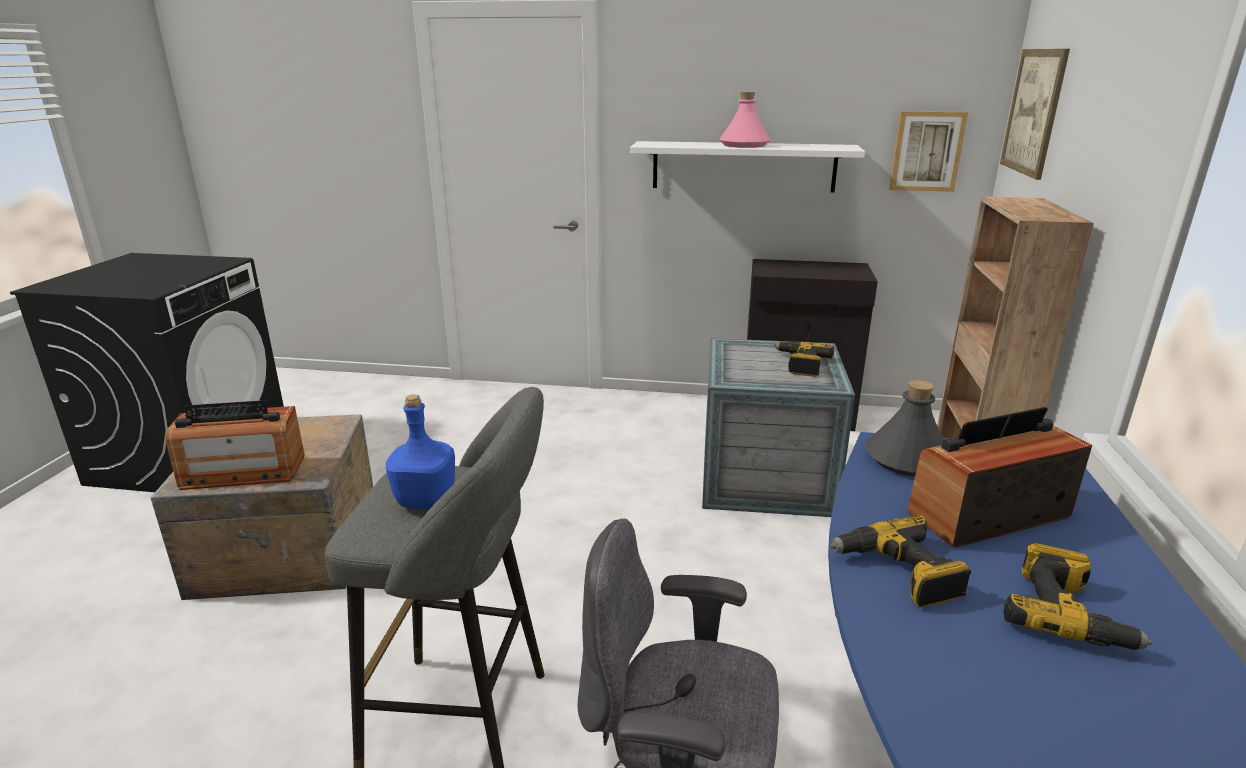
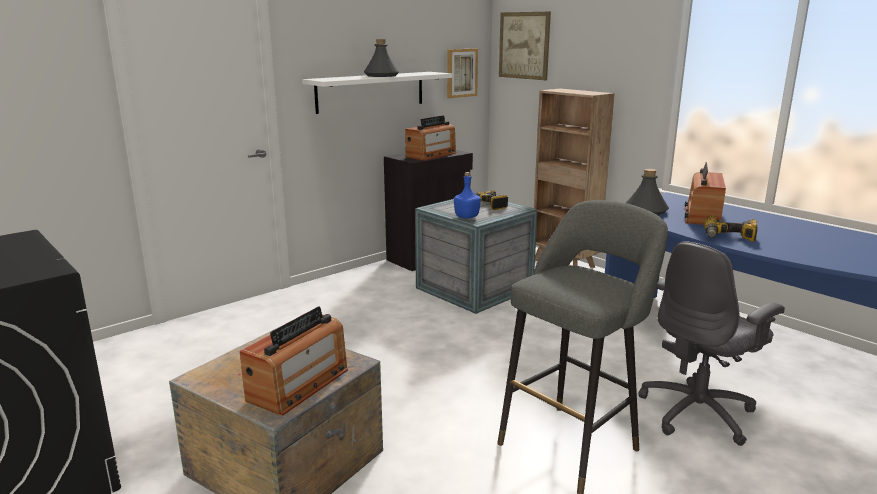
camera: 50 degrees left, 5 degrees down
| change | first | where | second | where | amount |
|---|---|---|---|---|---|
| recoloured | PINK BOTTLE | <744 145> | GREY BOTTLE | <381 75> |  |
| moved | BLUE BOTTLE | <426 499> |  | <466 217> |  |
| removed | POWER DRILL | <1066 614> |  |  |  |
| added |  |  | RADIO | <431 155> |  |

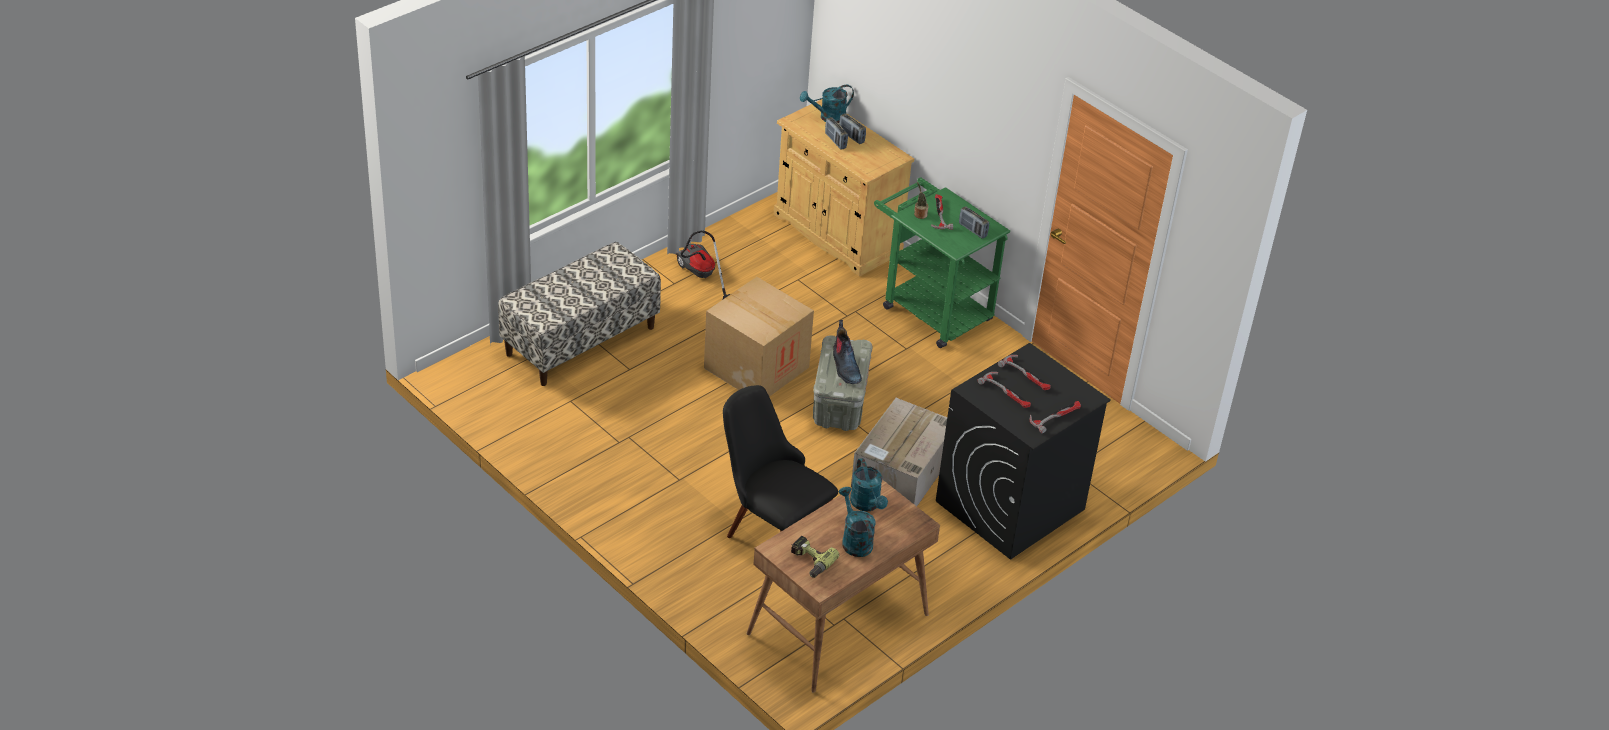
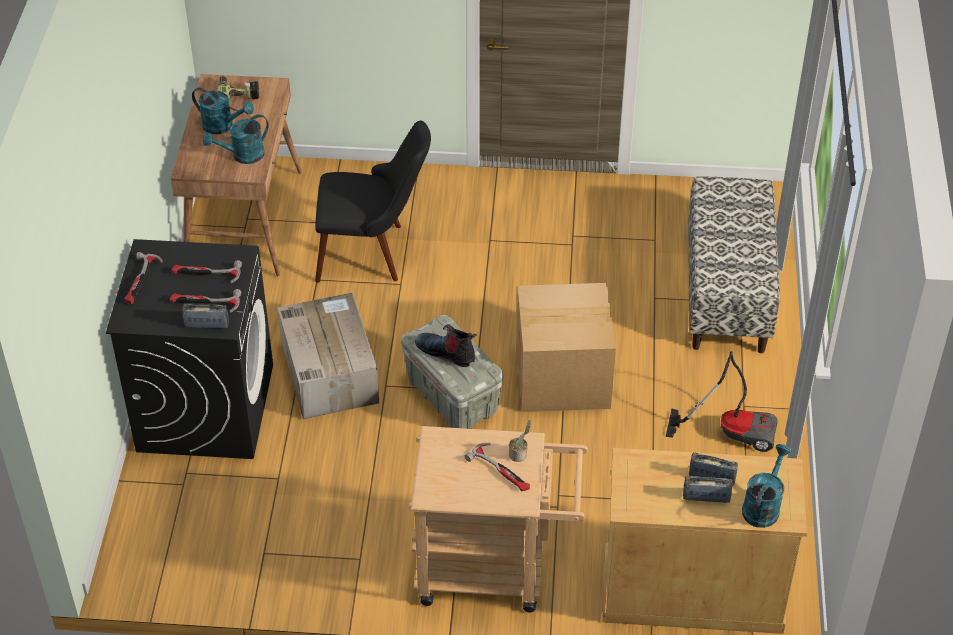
camera: 140 degrees right, 5 degrees up
| change | first | where | second | where | amount |
|---|---|---|---|---|---|
| recoloured | GREEN CART | <930 308> | BEIGE CART | <494 569> |  |
| moved | RADIO | <972 230> |  | <207 325> |  |
| turned | TURQUOISE WATERING CAN | <867 504> |  | <242 156> | 60 degrees counterclockwise |

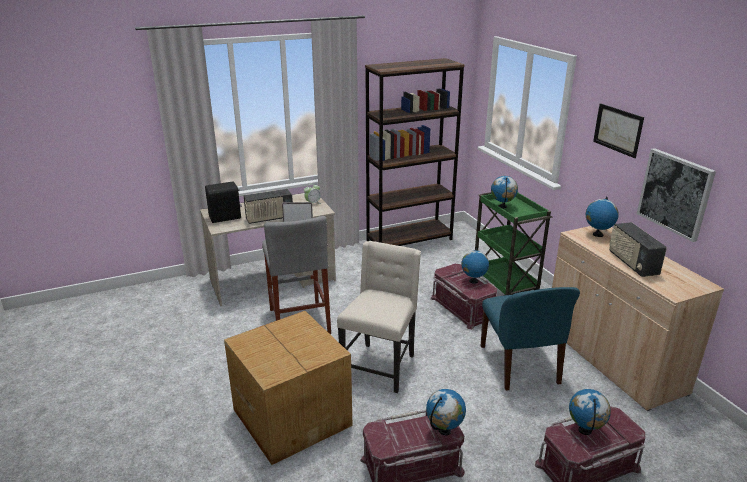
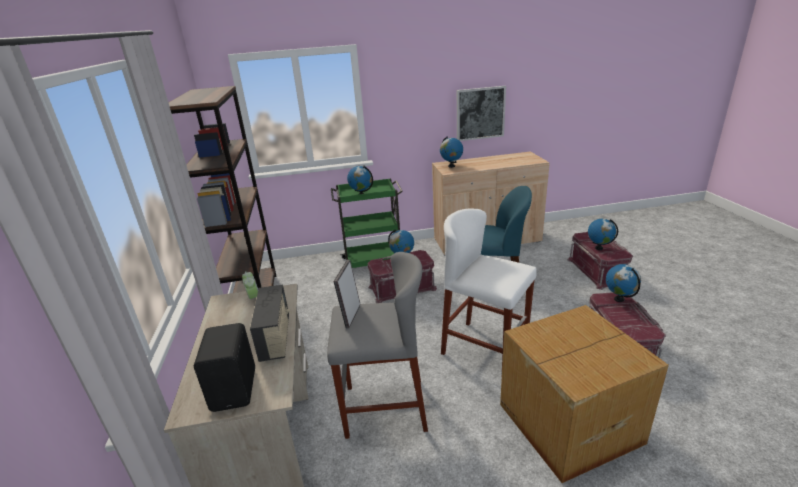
camera: 75 degrees left, 0 degrees up
| change | first | where | second | where | amount |
|---|---|---|---|---|---|
| removed | PICTURE | <618 130> |  |  |  |
| removed | RADIO | <632 264> |  |  |  |
| replaced | BEIGE CHAIR | <380 366> | WHITE STOOL | <484 348> |  |

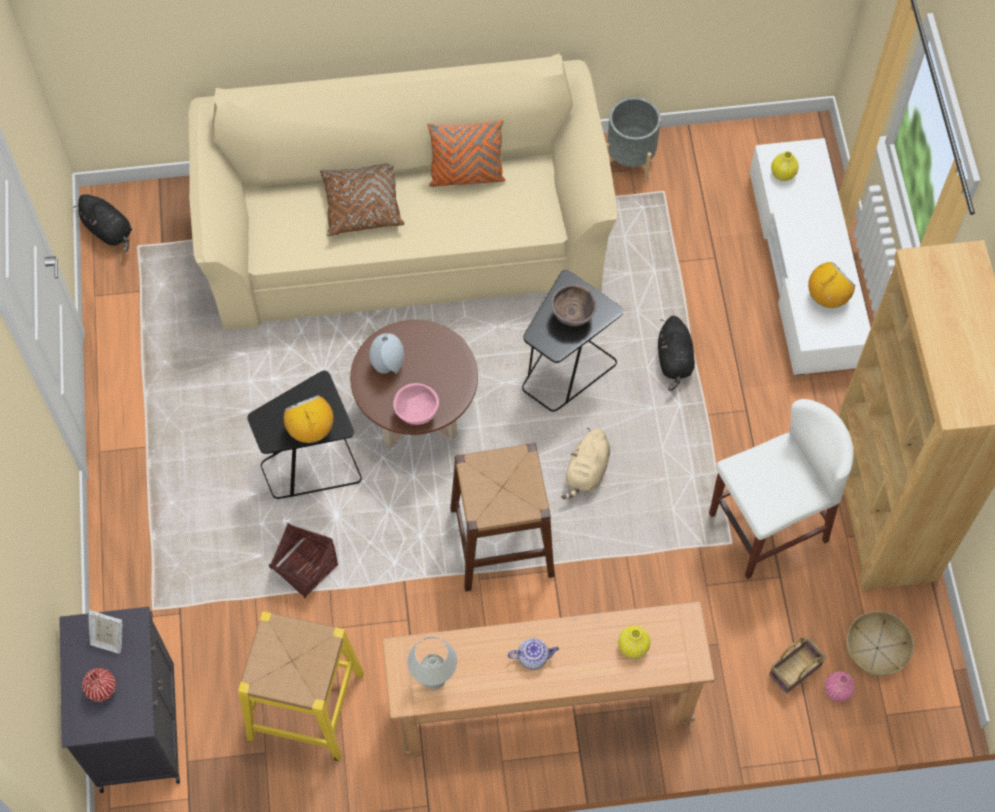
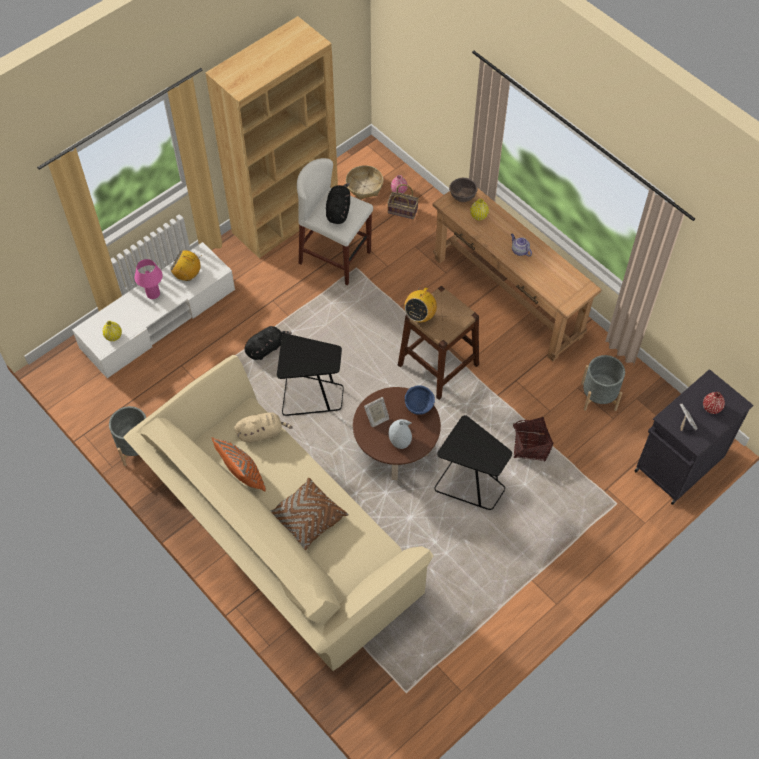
camera: 125 degrees left, 5 degrees down
| change | first | where | second | where | amount |
|---|---|---|---|---|---|
| moved | BLACK PLUSH TOY | <109 231> |  | <338 211> |  |
| moved | BROWN BOWL | <572 316> |  | <462 198> |  |
| recoloured | PINK BOWL | <417 413> | BLUE BOWL | <419 407> |  |
| moved | RADIO | <311 430> |  | <420 315> |  |
| moved | BEIGE PLUSH TOY | <586 472> |  | <262 433> |  |
| replaced | YELLOW STOOL | <306 705> | GREY PLANTER | <598 396> |  |
| removed | WHITE TABLE LAMP | <434 678> |  |  |  |
| added |  |  | PINK TABLE LAMP | <153 294> |  |
| added |  |  | PICTURE FRAME | <376 418> |  |

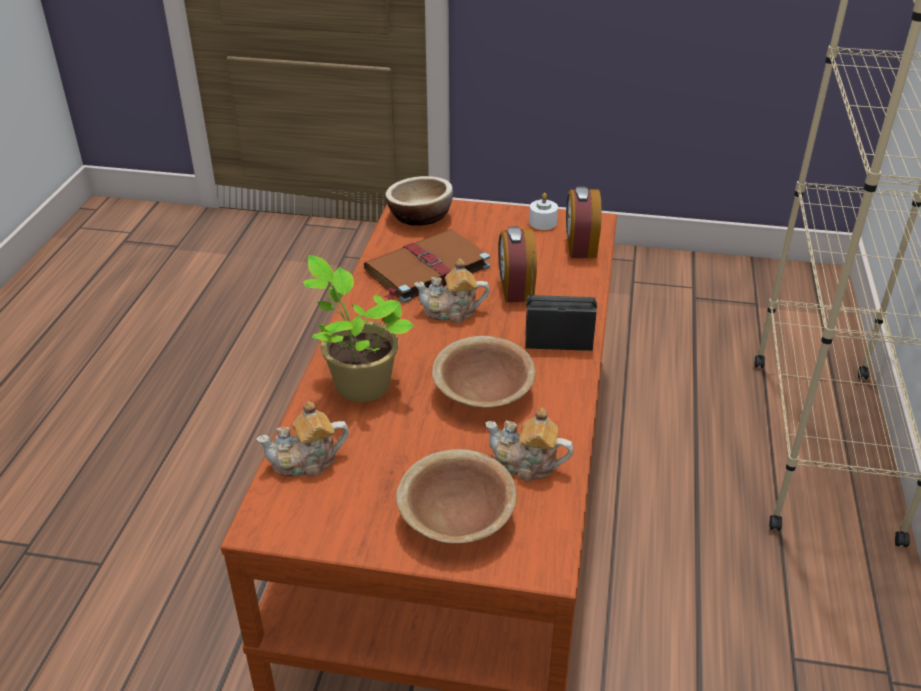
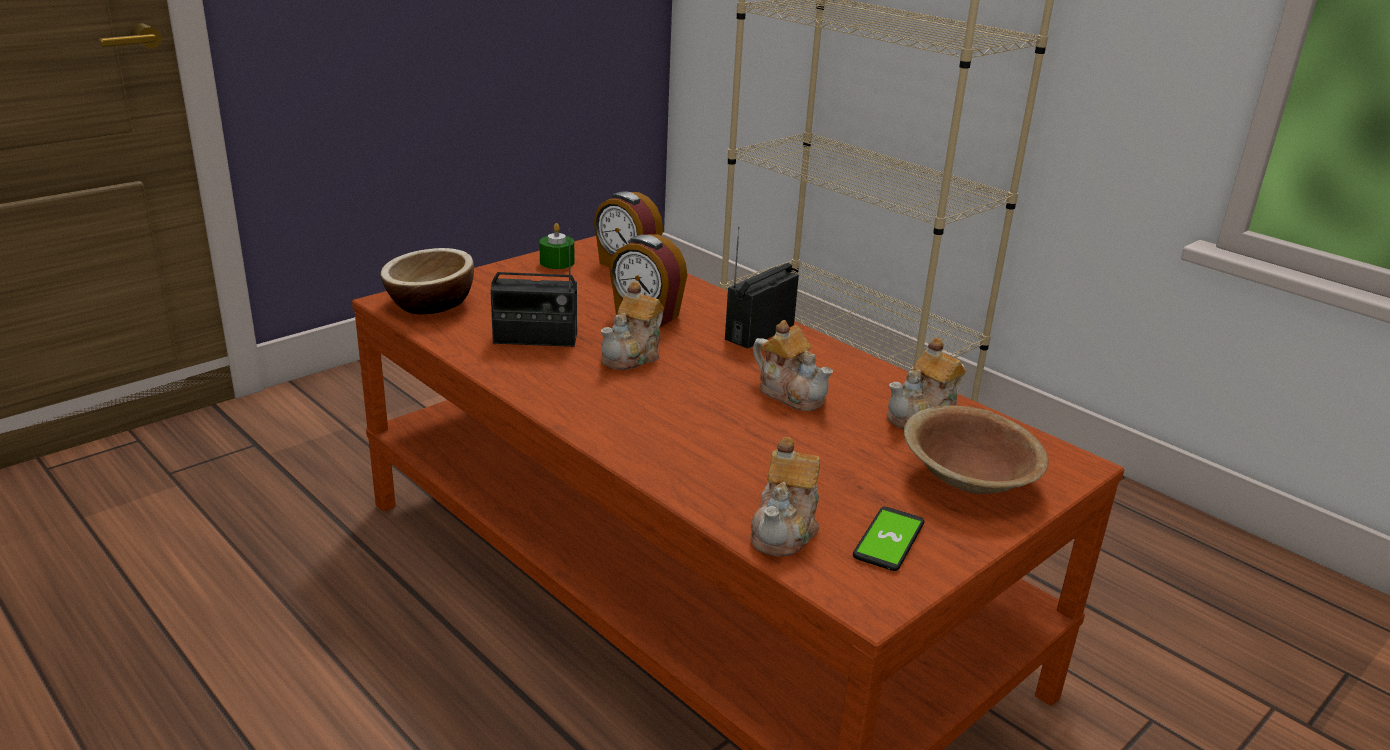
camera: 55 degrees left, 10 degrees down
| change | first | where | second | where | amount |
|---|---|---|---|---|---|
| recoloured | WHITE CANDLE | <543 222> | GREEN CANDLE | <557 262> |  |
| replaced | BROWN BOOK | <425 269> | RADIO | <535 338> |  |
| removed | POTTED PLANT | <359 384> |  |  |  |
| replaced | BROWN BOWL | <483 393> | TEAPOT | <791 393> |  |
| added |  |  | PHONE | <888 540> |  |

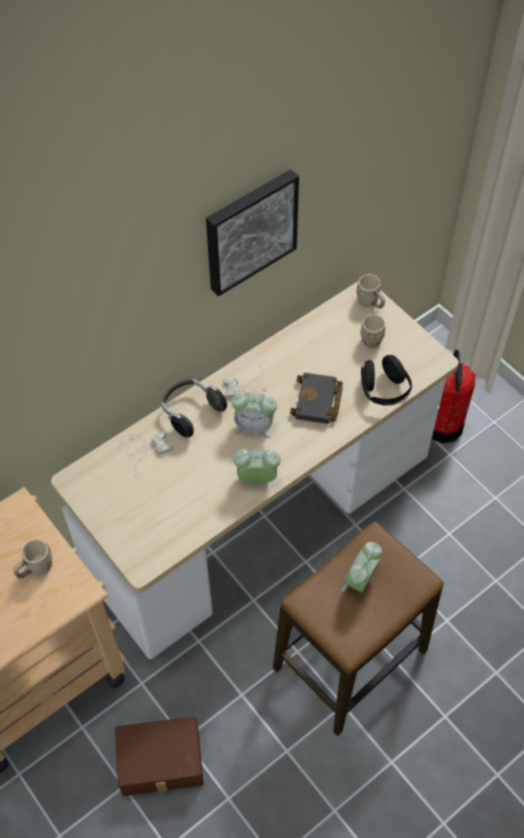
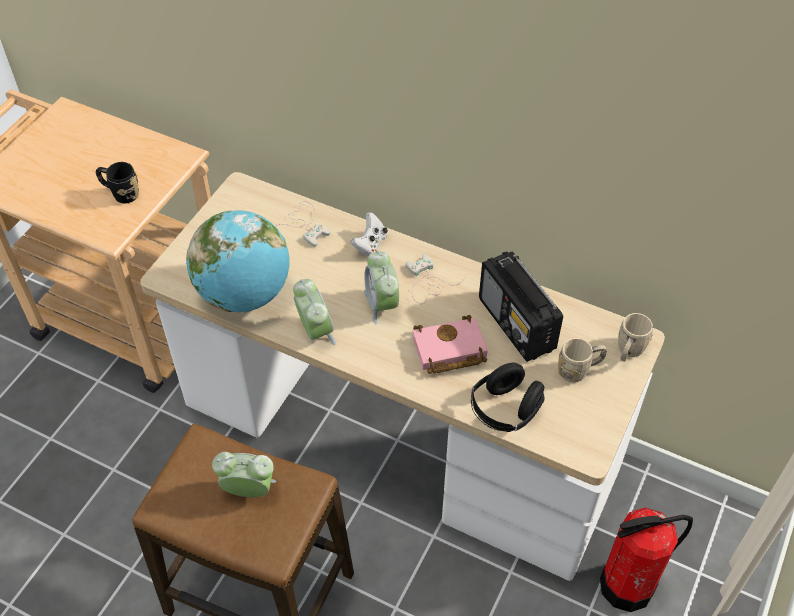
camera: 65 degrees right, 5 degrees down
| change | first | where | second | where | amount |
|---|---|---|---|---|---|
| removed | PICTURE | <249 230> |  |  |  |
| recoloured | BLACK BOOK | <318 402> | PINK BOOK | <448 351> |  |
| replaced | HEADPHONES | <191 412> | WHITE GAME CONTROLLER | <370 245> |  |
| recoloured | BEIGE MUG | <35 569> | BLACK MUG | <121 193> |  |
| removed | BROWN STORAGE BOX | <161 763> |  |  |  |
| added |  |  | GLOBE | <245 294> |  |
| added |  |  | RADIO | <517 325> |  |

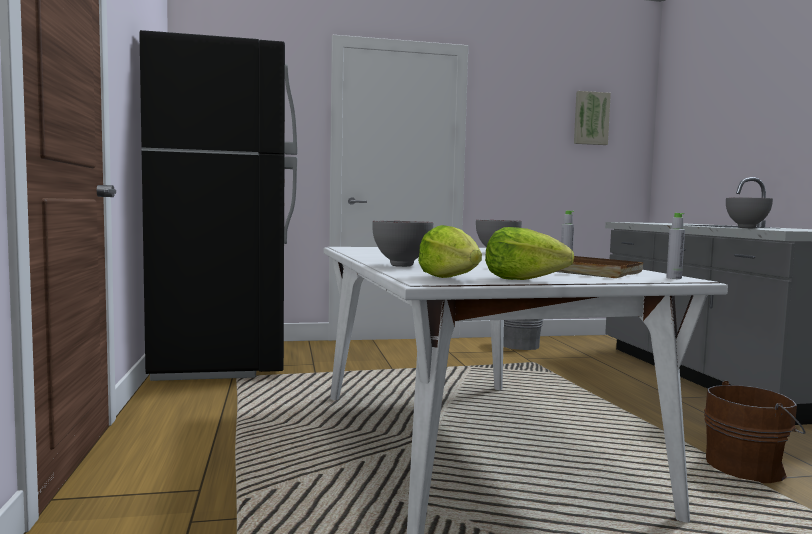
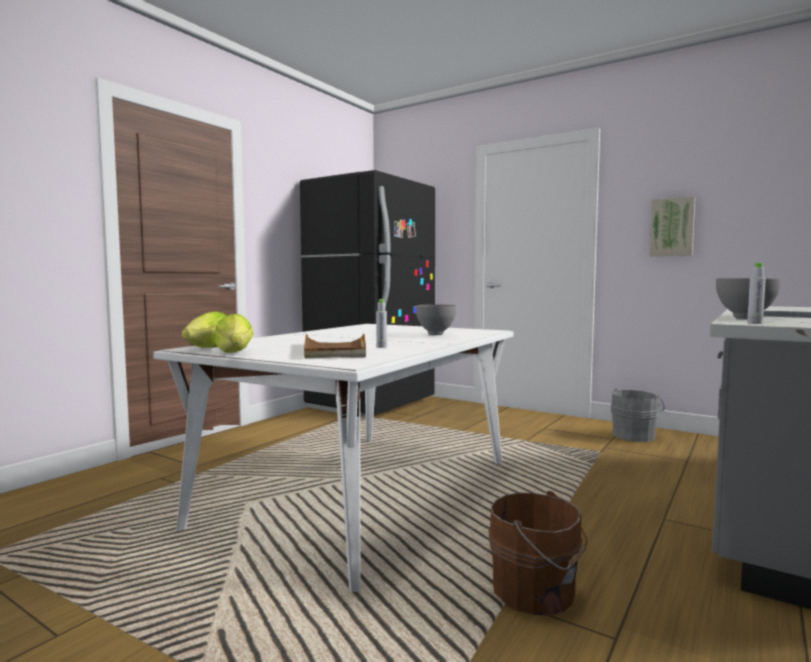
camera: 45 degrees right, 0 degrees up
| change | first | where | second | where | amount |
|---|---|---|---|---|---|
| moved | PICTURE | <591 118> |  | <672 227> |  |
| moved | GREY BOTTLE | <674 278> |  | <754 323> |  |
| removed | GREY BOWL | <403 266> |  |  |  |

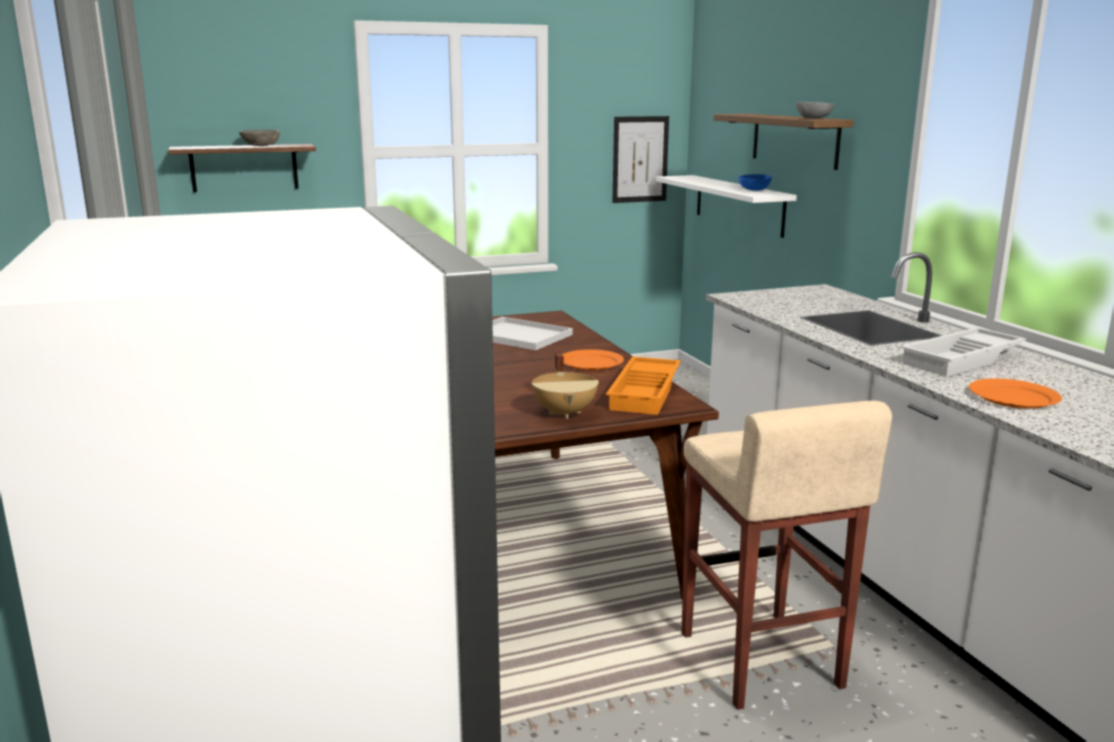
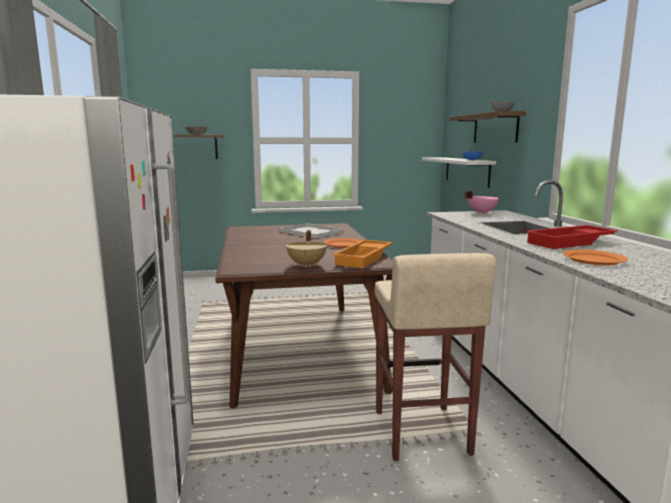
camera: 10 degrees right, 5 degrees down
| change | first | where | second | where | amount |
|---|---|---|---|---|---|
| removed | PICTURE | <640 159> |  |  |  |
| recoloured | WHITE TRAY | <962 360> | RED TRAY | <570 242> |  |
| added |  |  | PINK COOKING POT | <481 213> |  |

